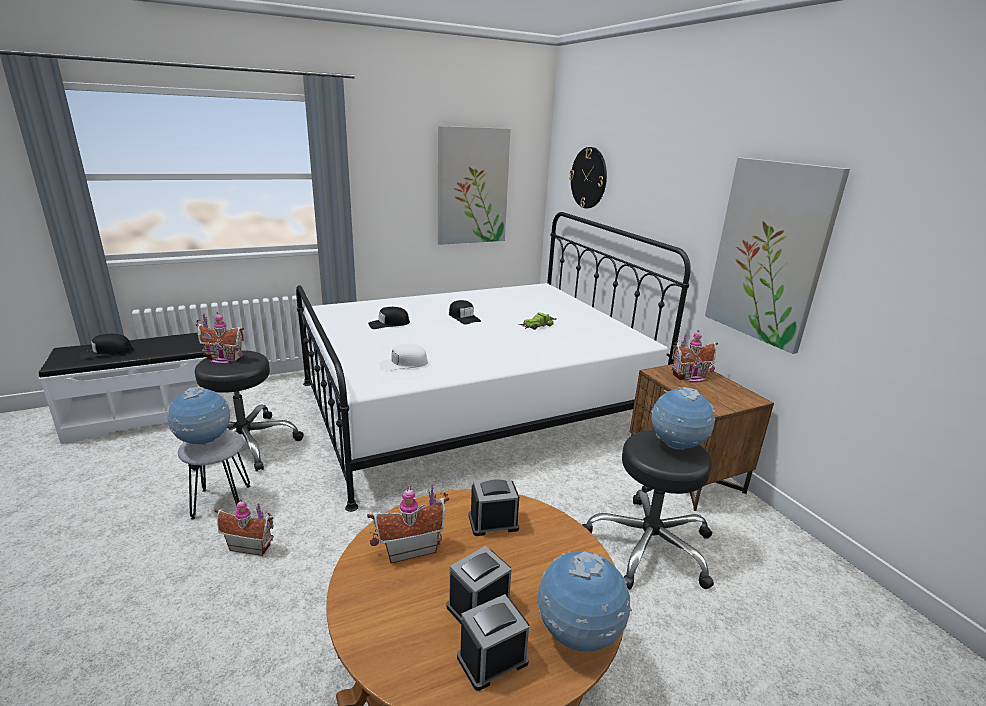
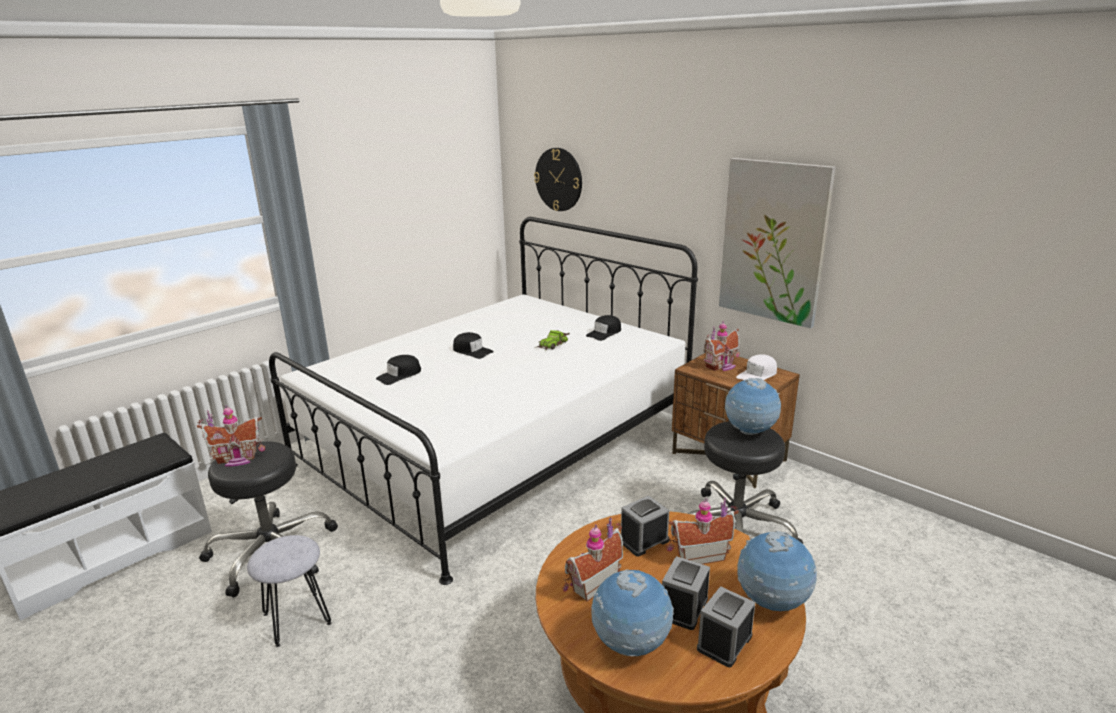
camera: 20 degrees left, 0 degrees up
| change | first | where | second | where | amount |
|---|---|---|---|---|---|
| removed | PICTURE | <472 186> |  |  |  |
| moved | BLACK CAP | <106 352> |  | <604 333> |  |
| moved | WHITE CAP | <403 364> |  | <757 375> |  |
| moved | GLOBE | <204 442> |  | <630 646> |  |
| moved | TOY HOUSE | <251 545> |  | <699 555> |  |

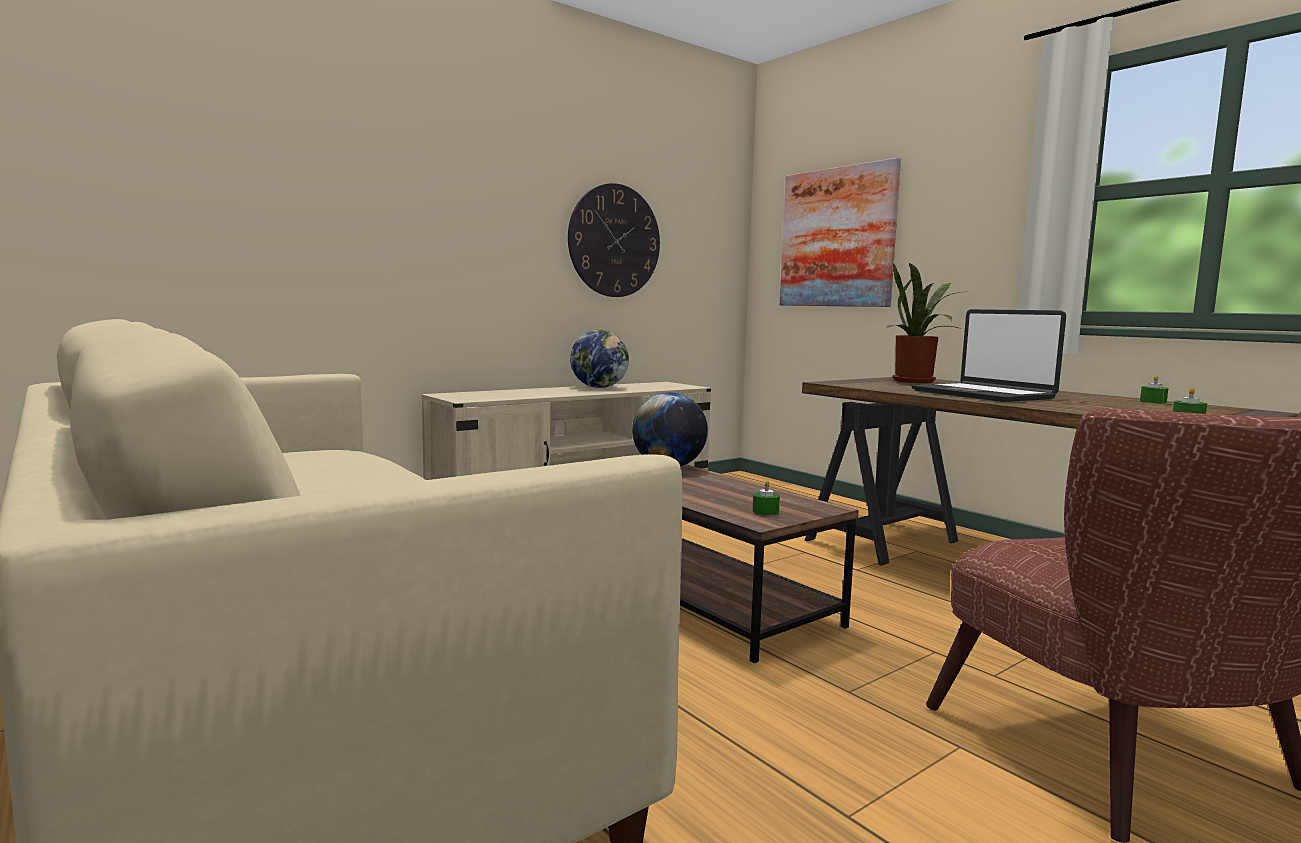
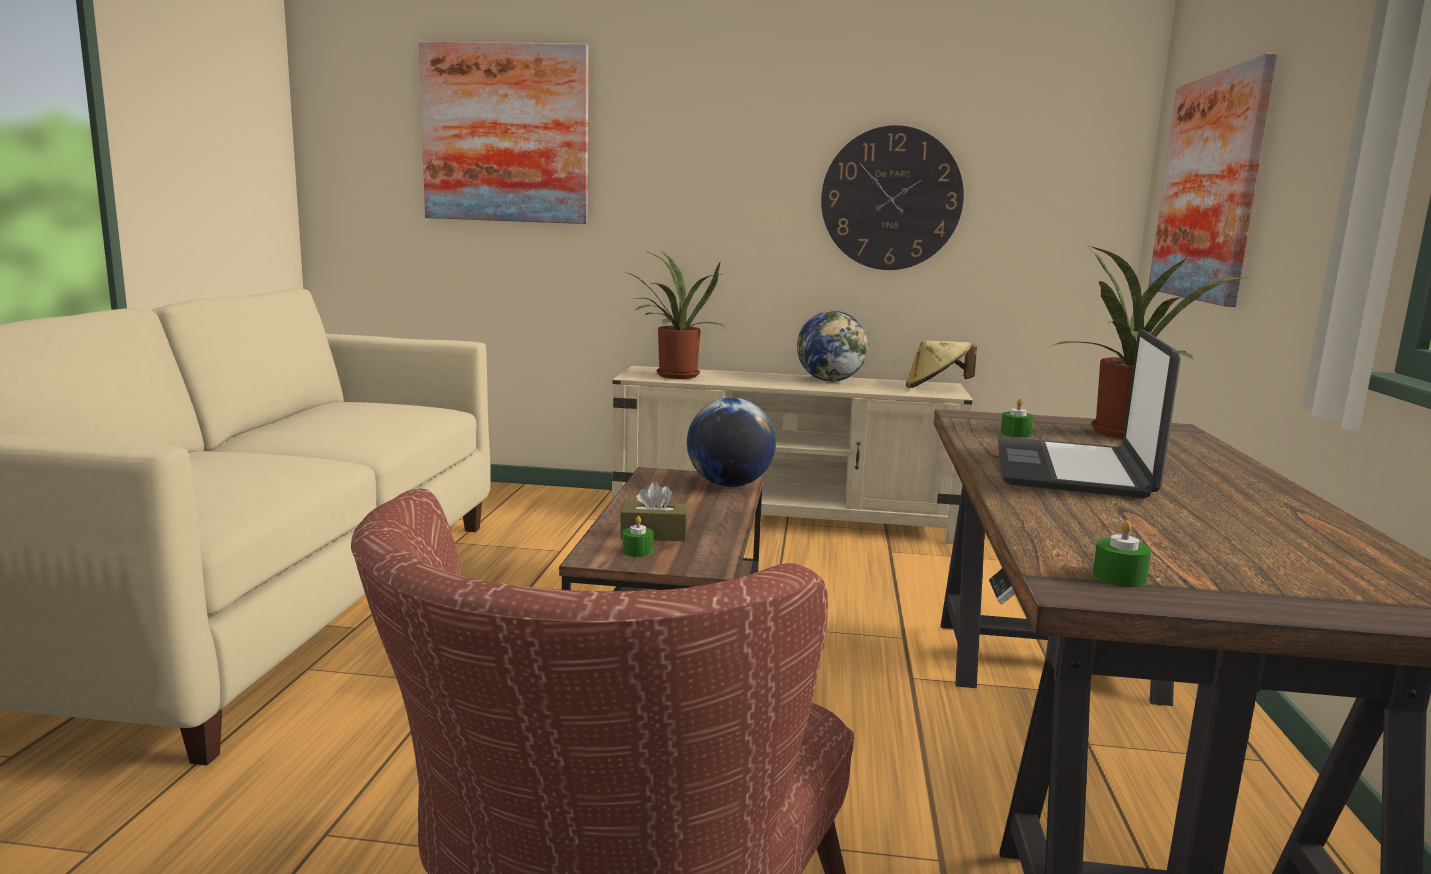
camera: 45 degrees right, 5 degrees up
| change | first | where | second | where | amount |
|---|---|---|---|---|---|
| moved | GREEN CANDLE | <1153 402> |  | <1016 434> |  |
| added |  |  | PICTURE | <505 134> |  |
| added |  |  | POTTED PLANT | <674 376> |  |
| added |  |  | BEIGE HAT | <936 388> |  |
| added |  |  | BROWN TISSUE BOX | <654 534> |  |

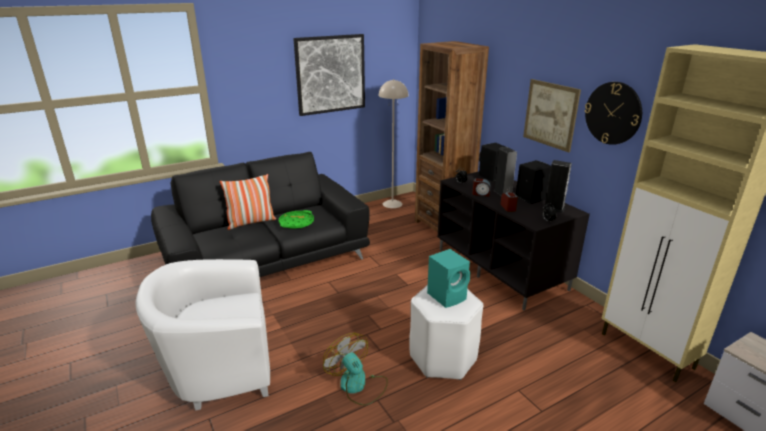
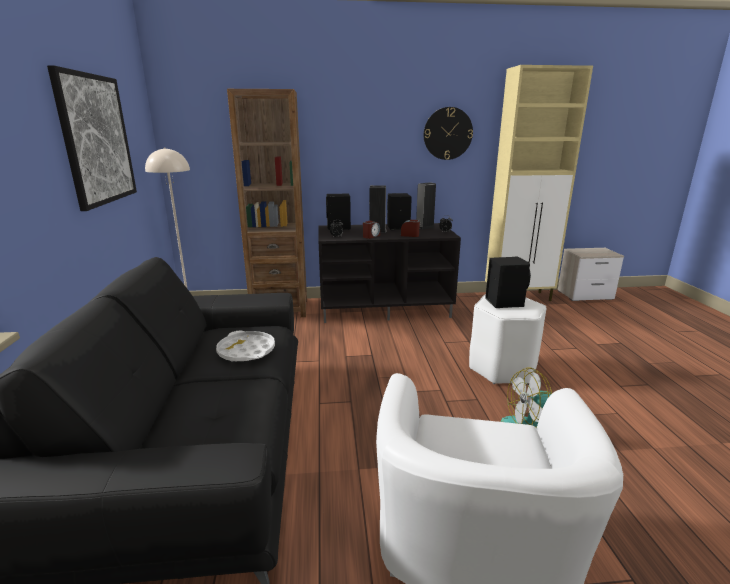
camera: 65 degrees left, 5 degrees down
| change | first | where | second | where | amount |
|---|---|---|---|---|---|
| removed | PICTURE | <550 114> |  |  |  |
| removed | PILLOW | <251 222> |  |  |  |
| recoloured | GREEN TRAY | <296 223> | WHITE TRAY | <246 351> |  |
| recoloured | TURQUOISE SPEAKER | <448 296> | BLACK SPEAKER | <504 302> |  |

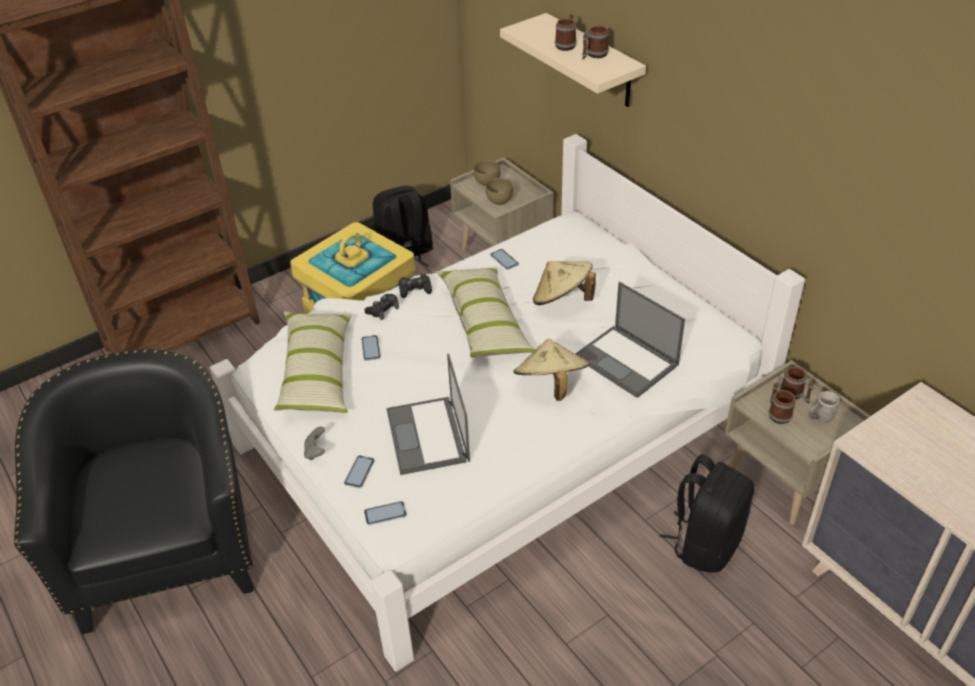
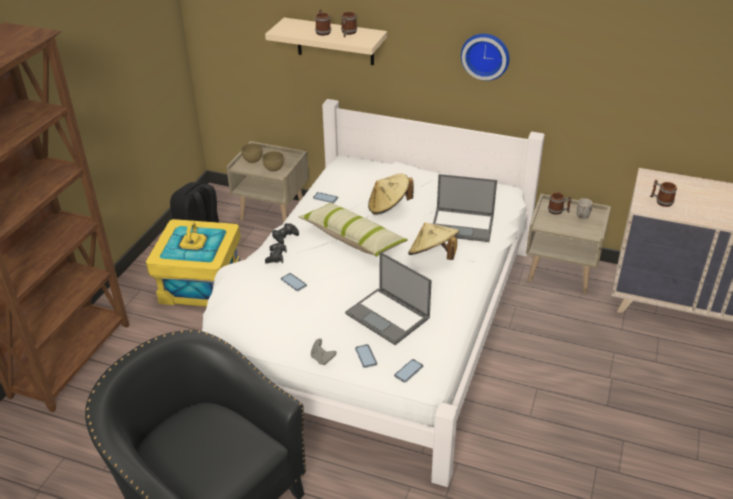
camera: 35 degrees left, 5 degrees down
| change | first | where | second | where | amount |
|---|---|---|---|---|---|
| removed | PILLOW | <317 372> |  |  |  |
| moved | MUG | <777 413> |  | <661 201> |  |
| removed | BLACK BACKPACK | <705 543> |  |  |  |
| added |  |  | WALL CLOCK | <486 55> |  |

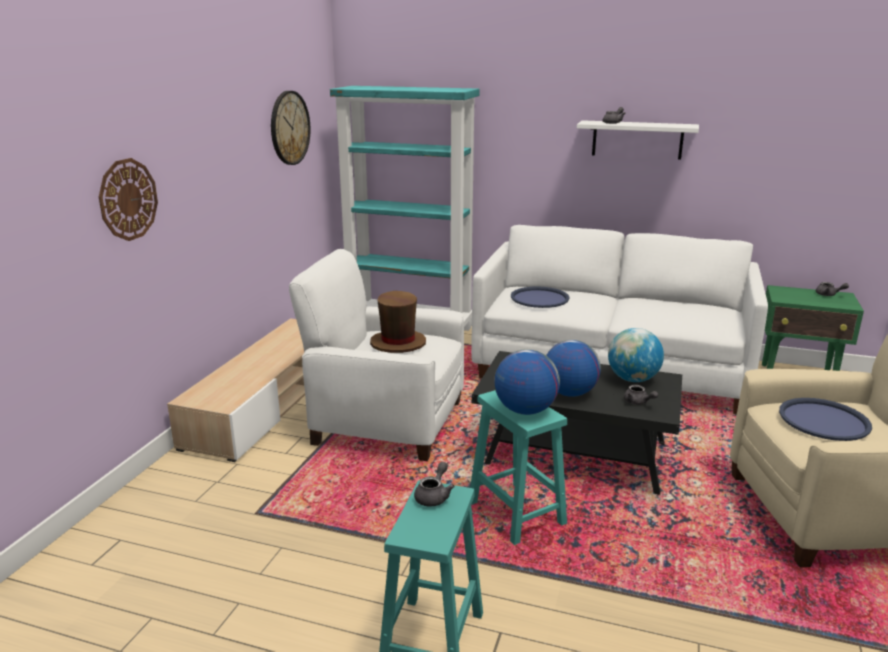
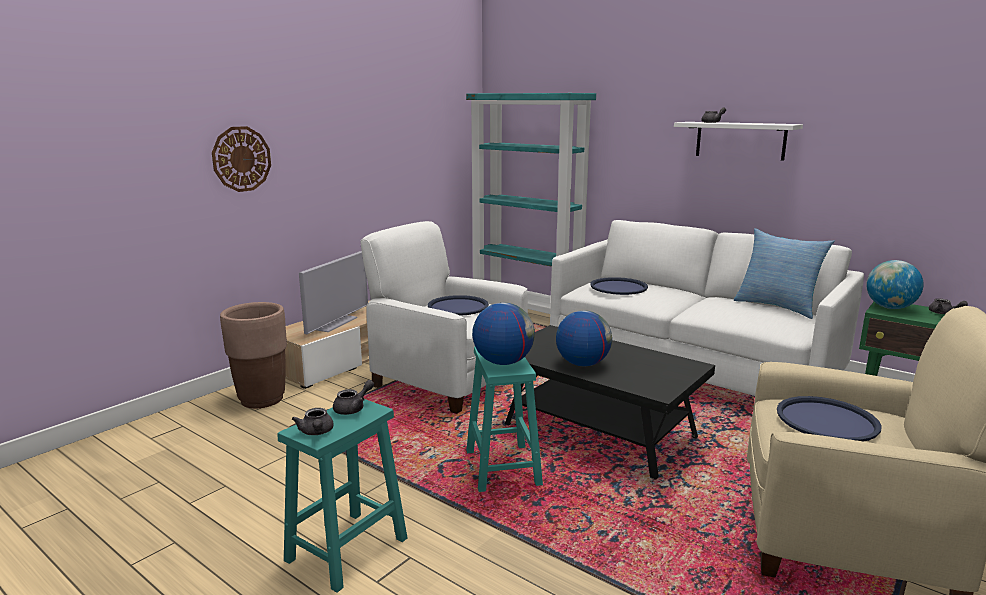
camera: 20 degrees right, 5 degrees down
| change | first | where | second | where | amount |
|---|---|---|---|---|---|
| removed | WALL CLOCK | <289 128> |  |  |  |
| replaced | BROWN HAT | <398 343> | BLUE TRAY | <458 306> |  |
| moved | GLOBE | <633 379> |  | <890 308> |  |
| moved | GREY TEAPOT | <638 402> |  | <316 432> |  |
| added |  |  | PILLOW | <777 306> |  |
| added |  |  | TELEVISION | <335 323> |  |
| added |  |  | BROWN PLANTER | <262 399> |  |

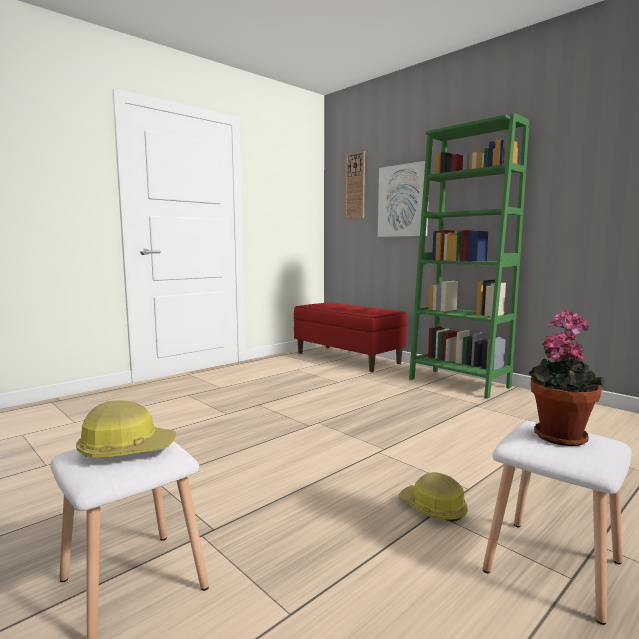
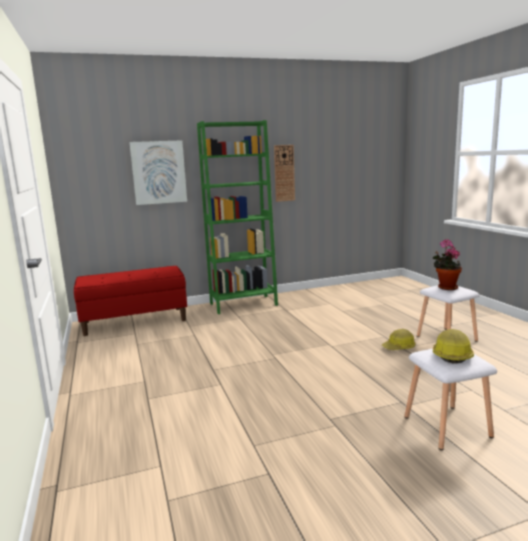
camera: 65 degrees left, 5 degrees up
| change | first | where | second | where | amount |
|---|---|---|---|---|---|
| moved | WALL CLOCK | <355 186> |  | <284 173> |  |

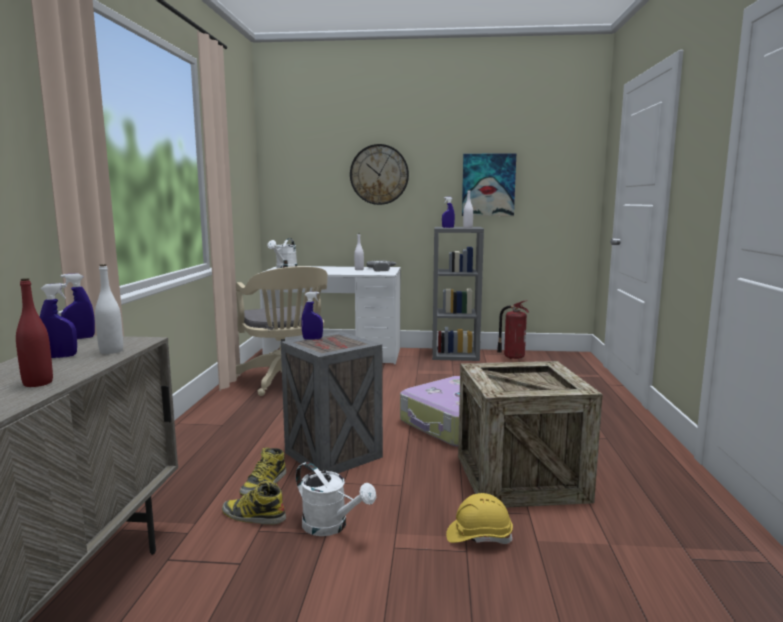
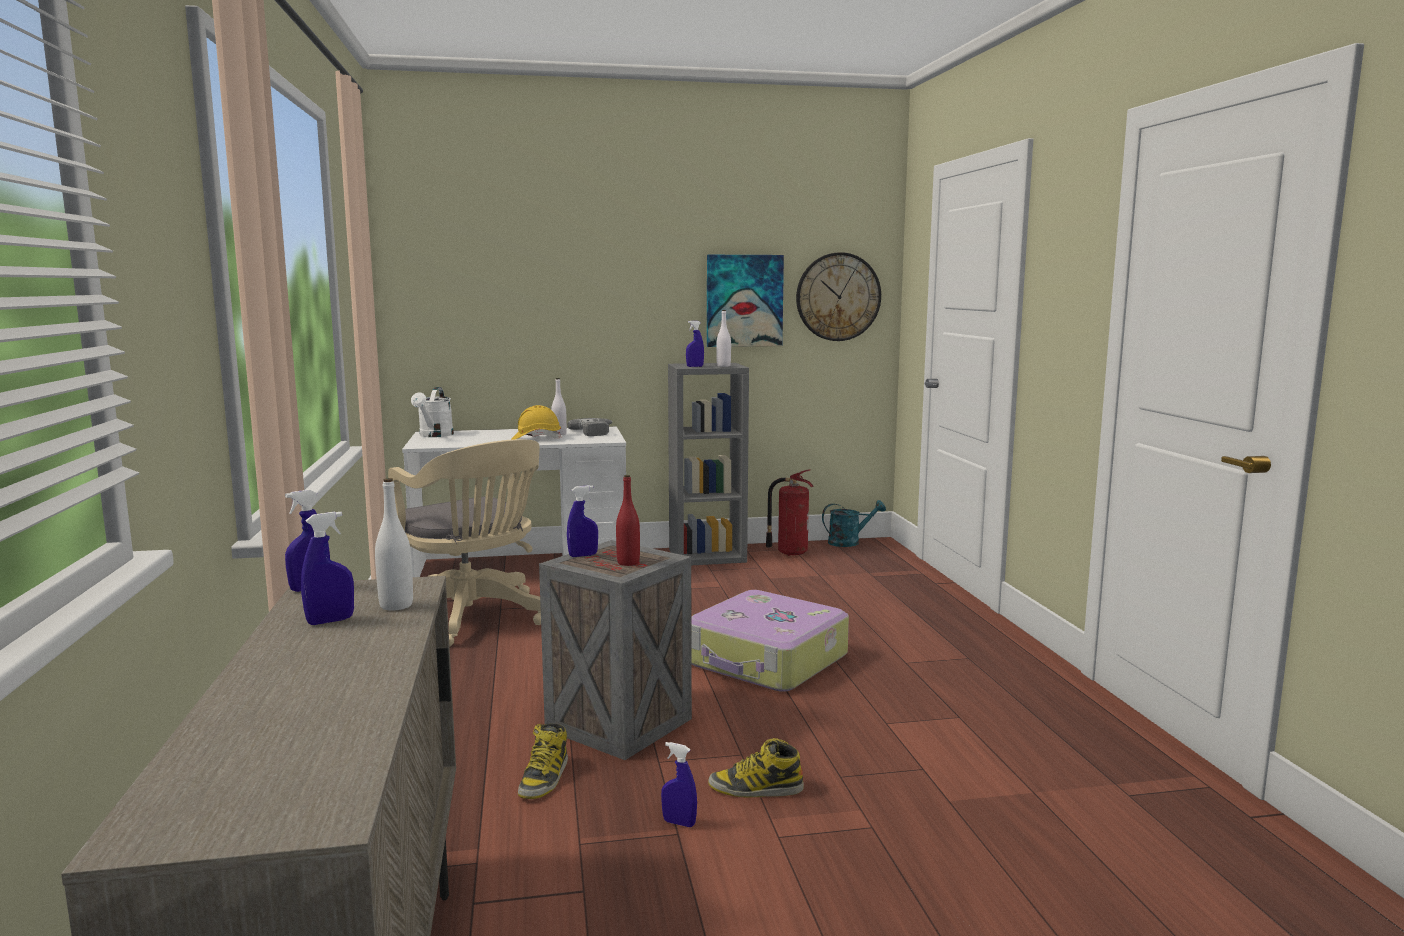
camera: 15 degrees left, 0 degrees up
| change | first | where | second | where | amount |
|---|---|---|---|---|---|
| moved | WALL CLOCK | <379 174> |  | <838 297> |  |
| moved | RED BOTTLE | <38 383> |  | <628 563> |  |
| removed | CRATE | <520 478> |  |  |  |
| replaced | WHITE WATERING CAN | <331 526> | BLUE SPRAY BOTTLE | <679 823> |  |
| moved | BOOT | <253 516> |  | <755 789> |  |
| moved | YELLOW HARD HAT | <479 536> |  | <536 439> |  |
| added |  |  | TURQUOISE WATERING CAN | <849 542> |  |

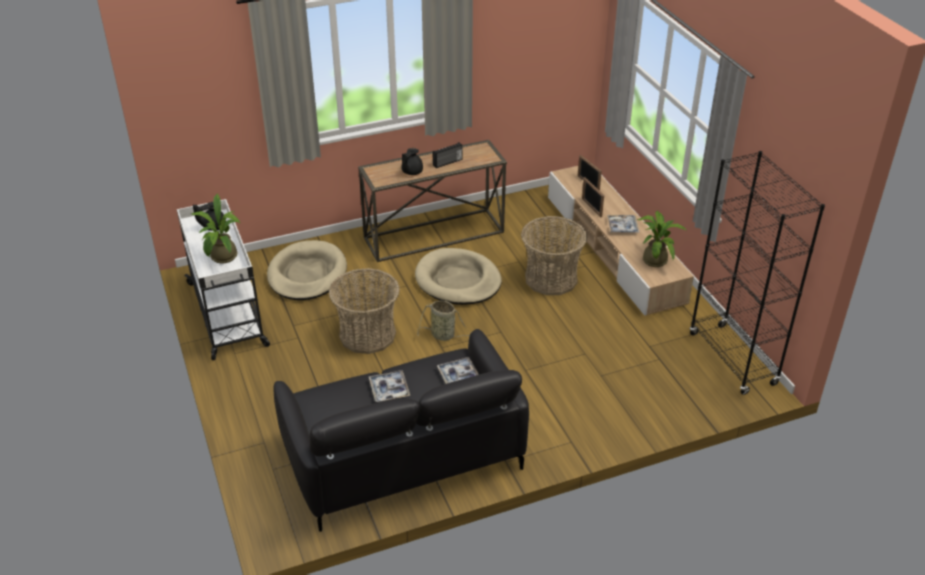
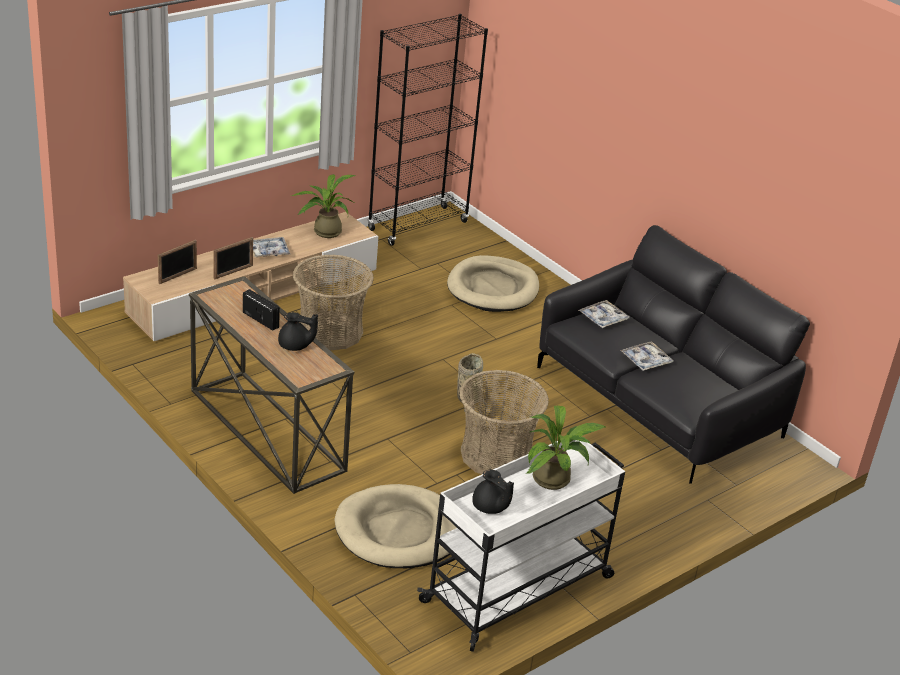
camera: 110 degrees left, 5 degrees down
| change | first | where | second | where | amount |
|---|---|---|---|---|---|
| moved | BEIGE DOG BED | <458 280> |  | <493 288> |  |

